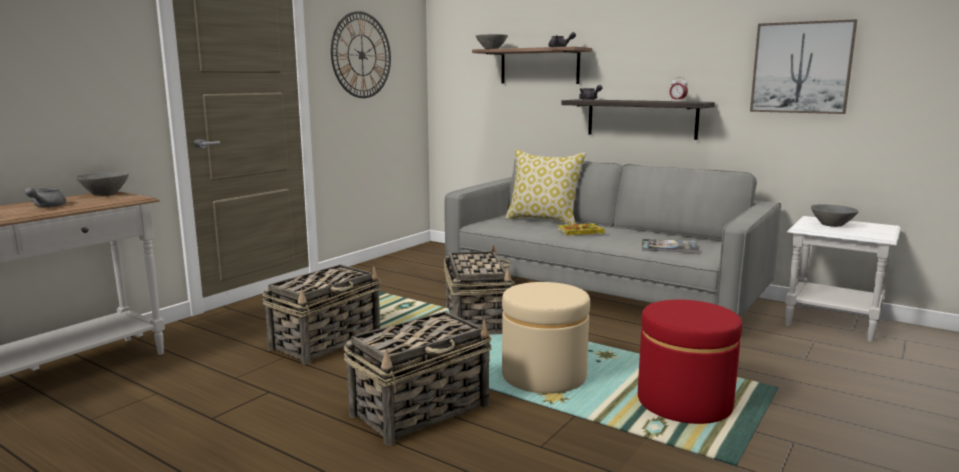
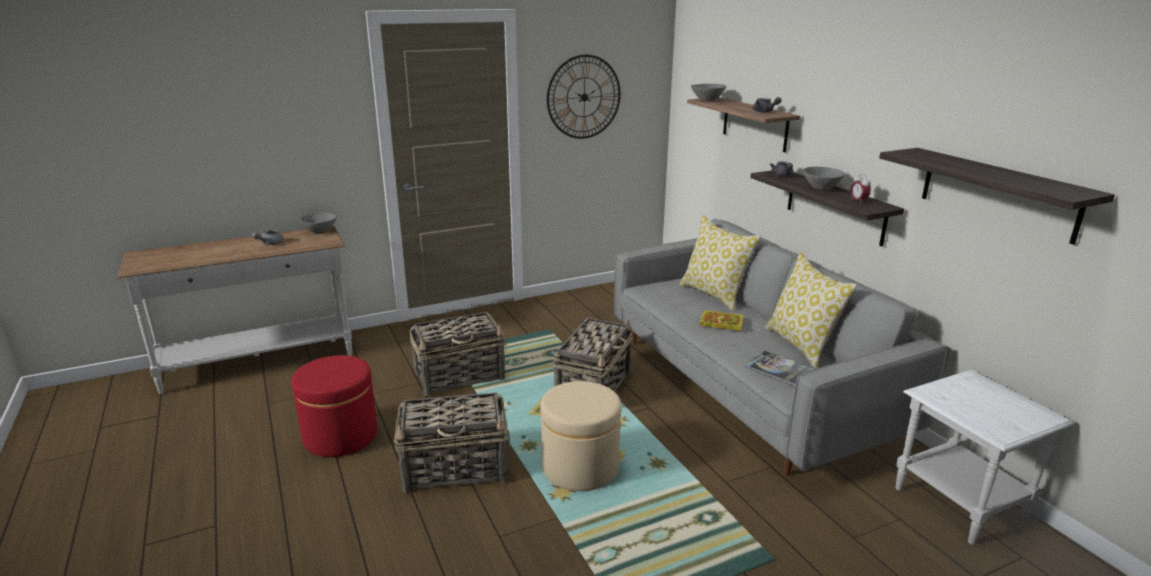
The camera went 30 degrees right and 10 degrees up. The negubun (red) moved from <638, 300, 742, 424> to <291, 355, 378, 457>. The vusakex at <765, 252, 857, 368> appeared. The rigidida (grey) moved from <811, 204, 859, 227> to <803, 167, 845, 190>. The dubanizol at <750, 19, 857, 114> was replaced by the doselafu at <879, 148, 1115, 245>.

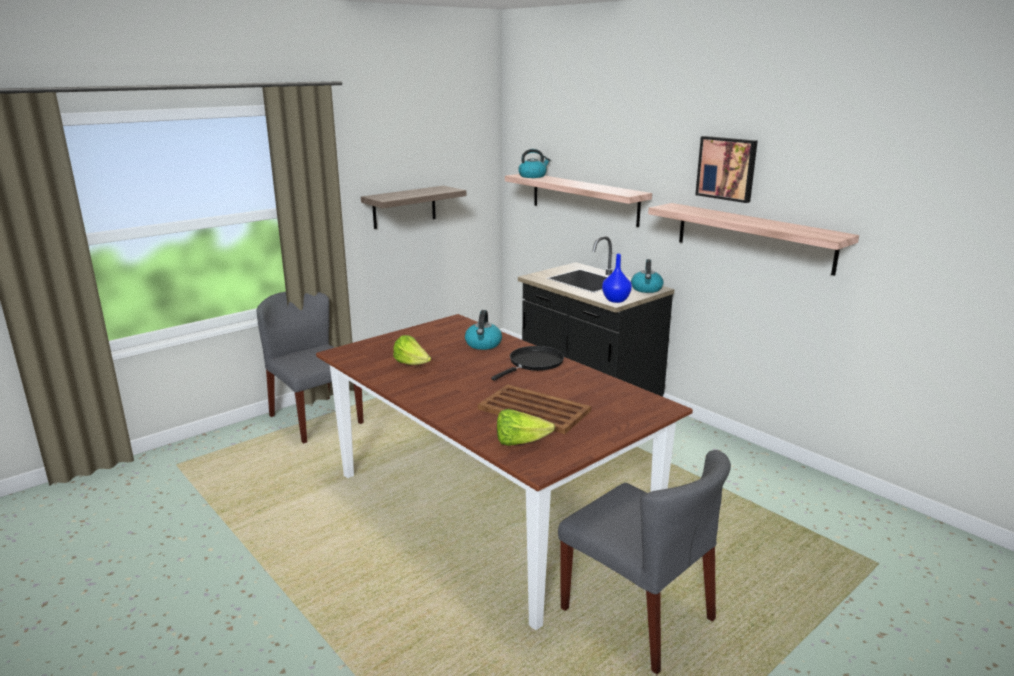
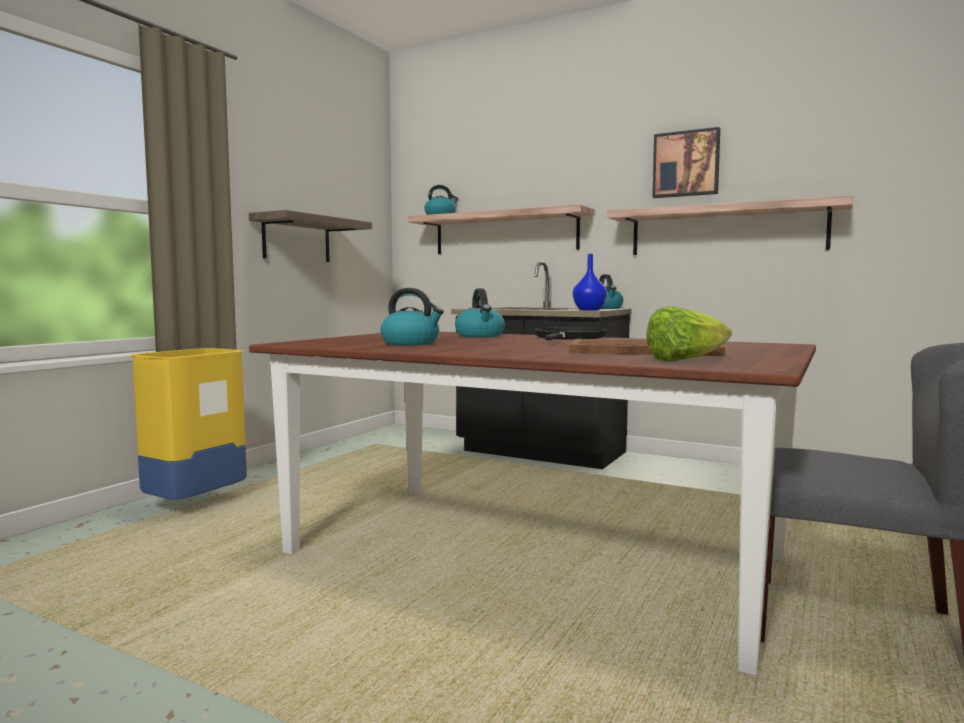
The camera went 20 degrees left and 15 degrees down. The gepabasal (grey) at <256, 292, 364, 444> was replaced by the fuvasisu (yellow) at <130, 348, 247, 500>. The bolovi at <393, 335, 431, 365> was replaced by the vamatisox at <380, 288, 444, 346>.

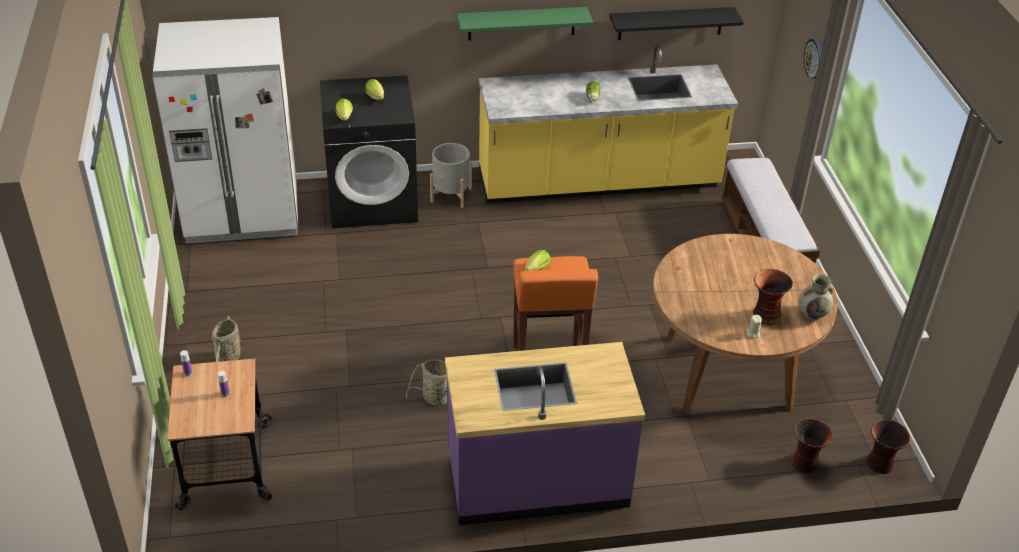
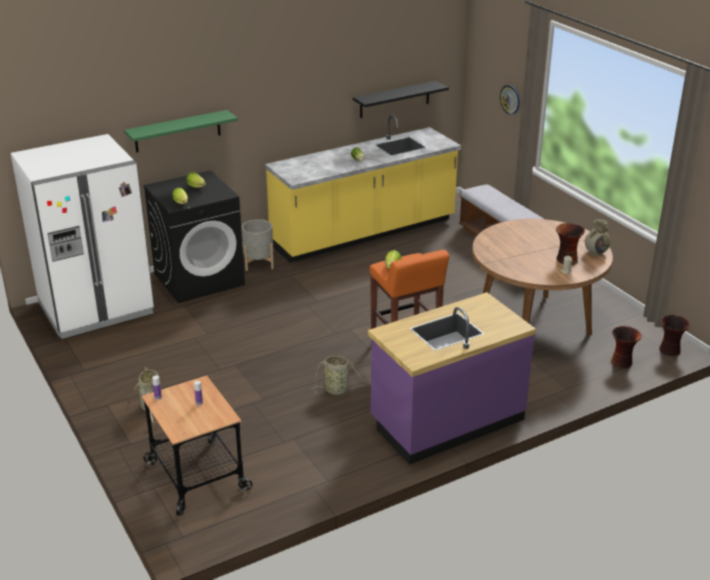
The camera went 20 degrees left and 10 degrees down. The doselafu (green) moved from <457, 7, 593, 41> to <124, 110, 238, 152>.

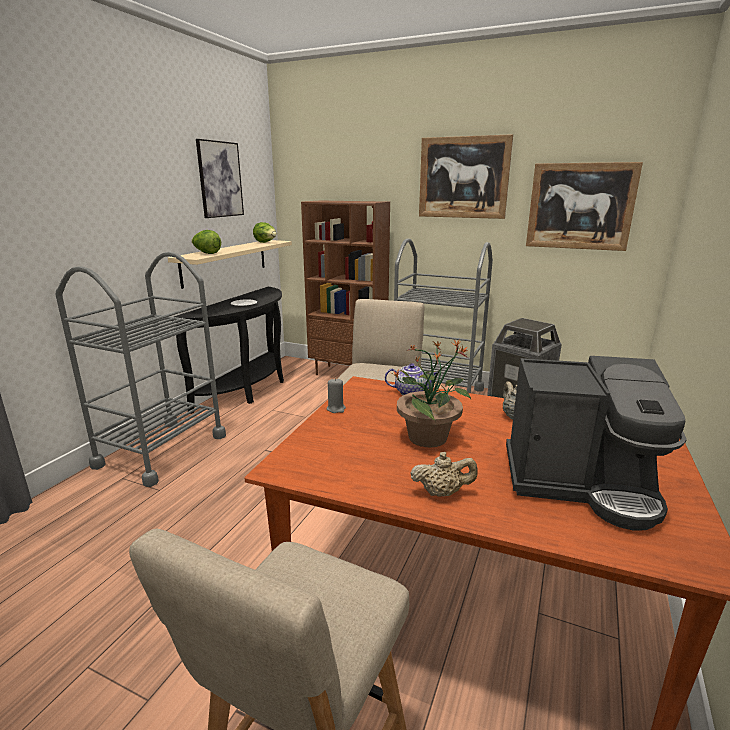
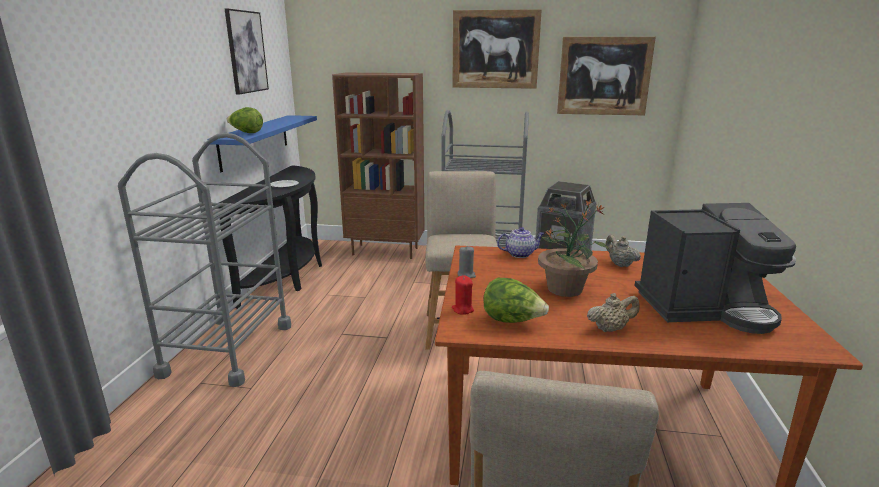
The camera went 15 degrees left and 0 degrees up. The doselafu (beige) at <168, 240, 292, 289> became the doselafu (blue) at <207, 115, 317, 172>. The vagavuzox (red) at <452, 276, 474, 315> appeared. The bolovi moved from <253, 222, 277, 243> to <483, 278, 549, 323>.

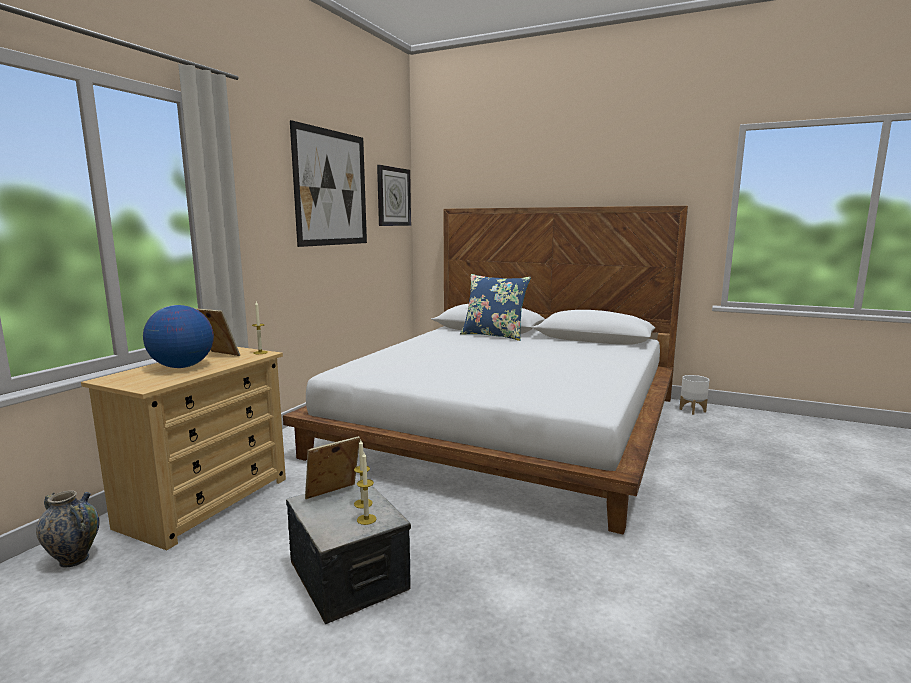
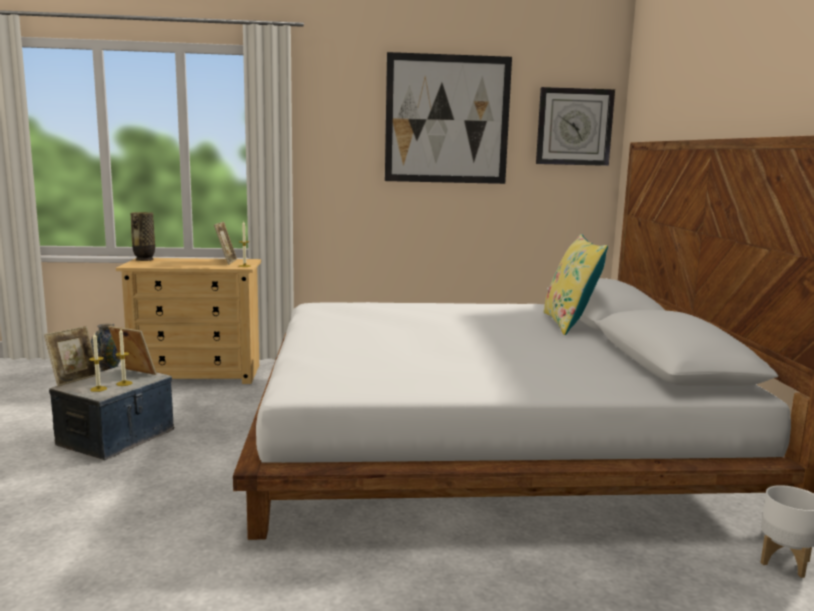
The camera went 60 degrees right and 0 degrees up. The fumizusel at <44, 326, 96, 386> appeared. The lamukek at <131, 212, 155, 261> appeared. The vusakex (blue) at <460, 274, 531, 341> became the vusakex (yellow) at <544, 234, 608, 335>. The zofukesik at <143, 305, 214, 368> disappeared.

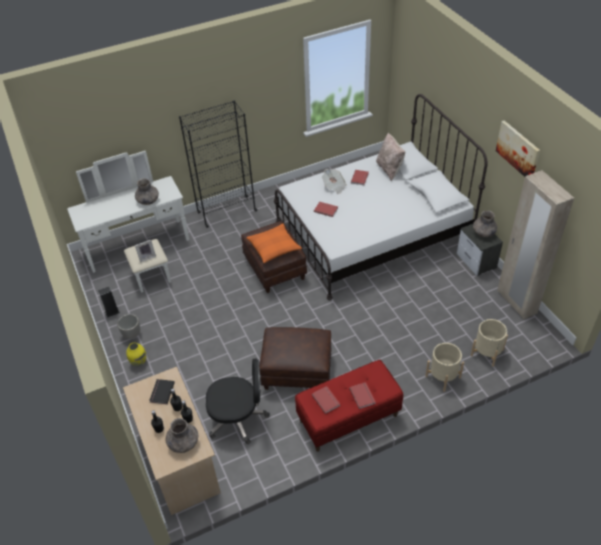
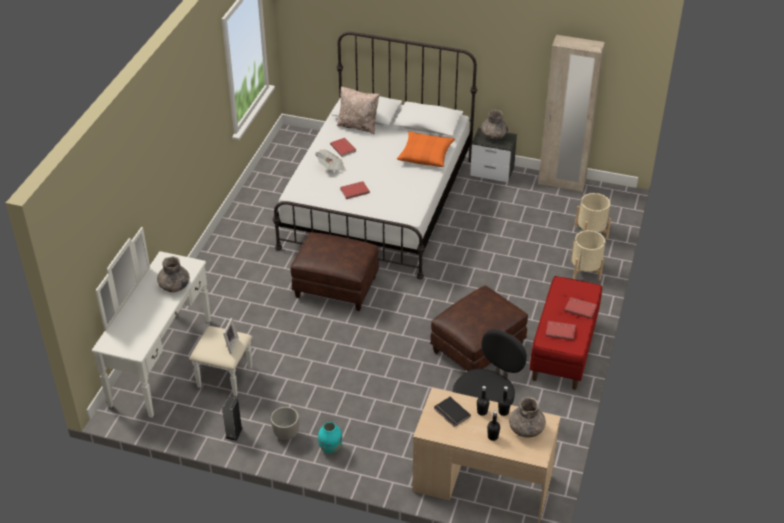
The camera went 50 degrees left and 5 degrees down. The lamukek (yellow) at <126, 343, 146, 367> became the lamukek (turquoise) at <318, 422, 343, 454>. The vusakex (orange) moved from <246, 223, 302, 263> to <397, 131, 455, 167>. The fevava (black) at <179, 100, 257, 228> disappeared. The dubanizol at <496, 120, 540, 177> disappeared.

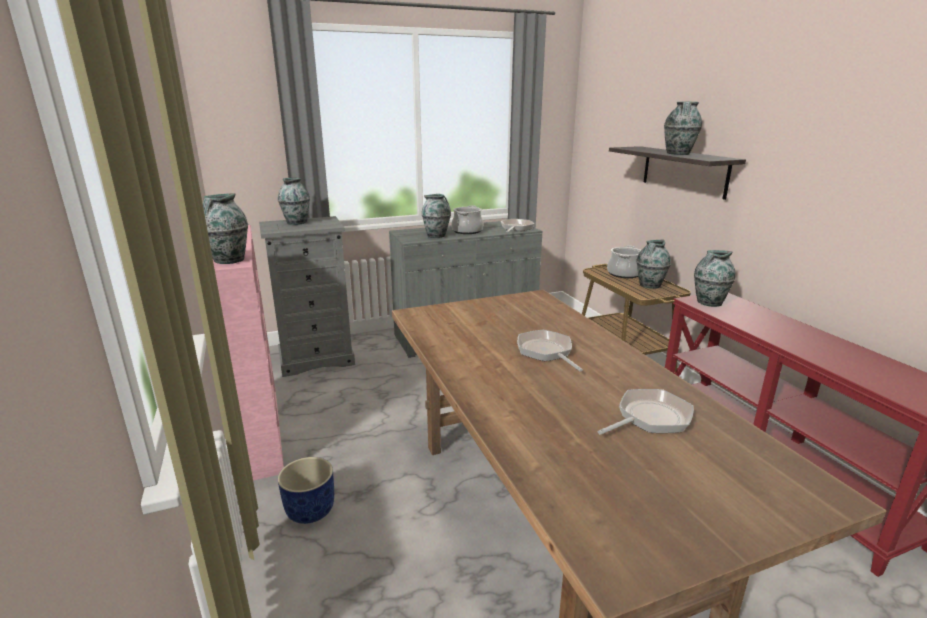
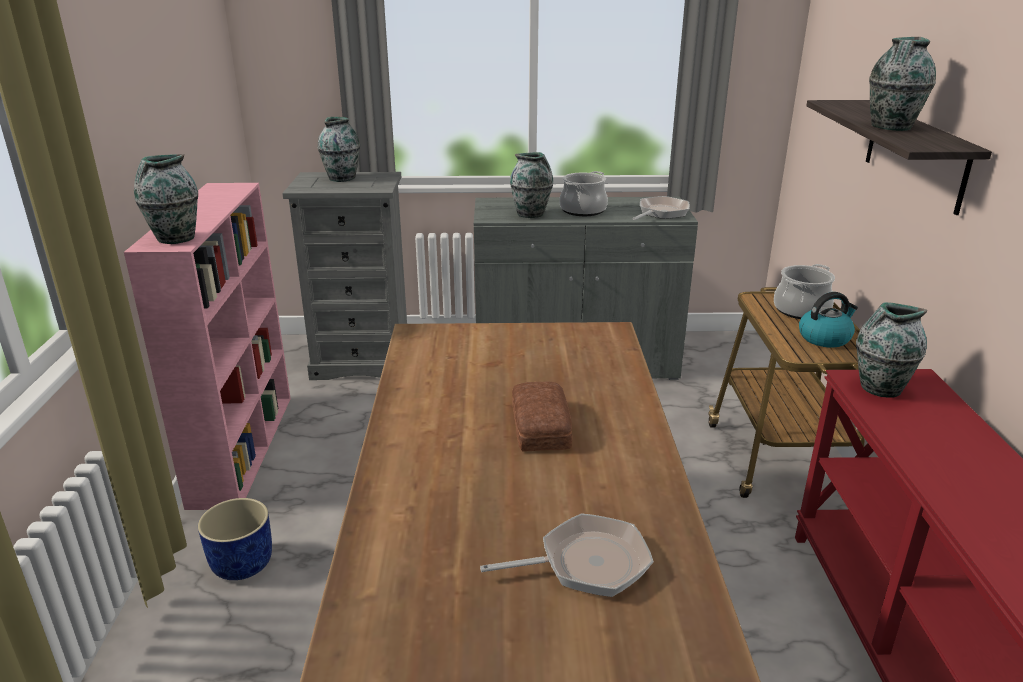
The camera went 20 degrees right and 5 degrees up. The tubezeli at <517, 330, 583, 372> was replaced by the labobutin at <512, 382, 572, 452>. The lamukek at <637, 240, 671, 289> was replaced by the vamatisox at <799, 292, 858, 347>.

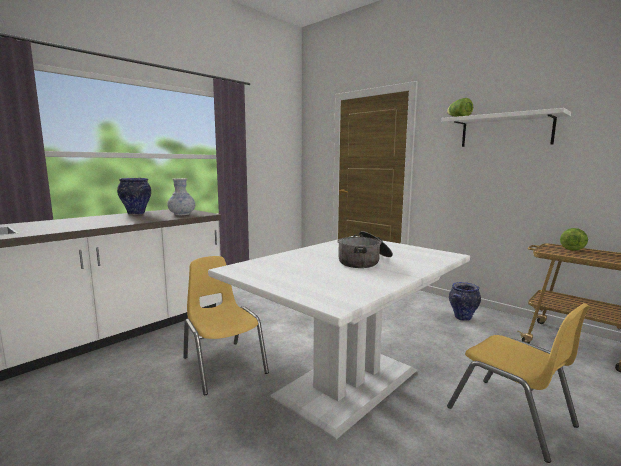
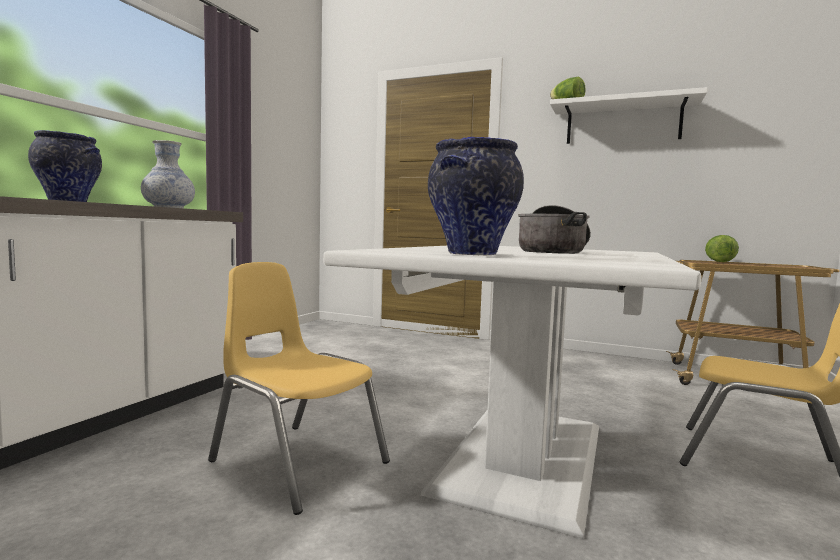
The camera went 20 degrees left and 5 degrees down. The lamukek moved from <449, 282, 481, 321> to <428, 137, 524, 255>.

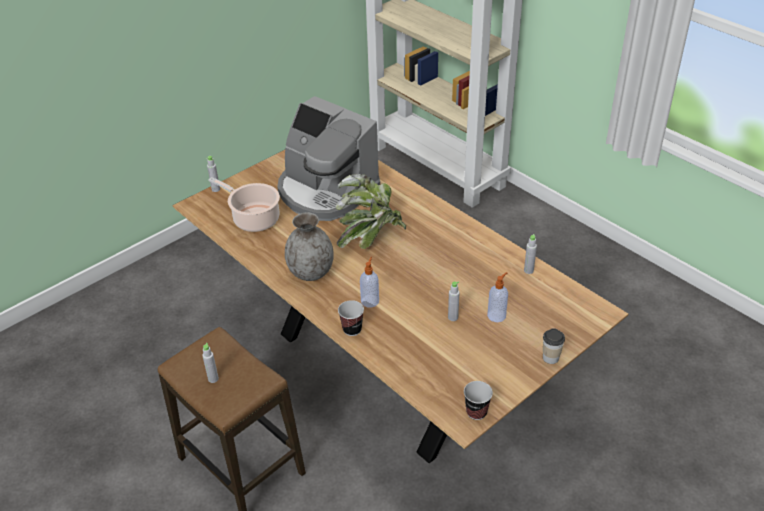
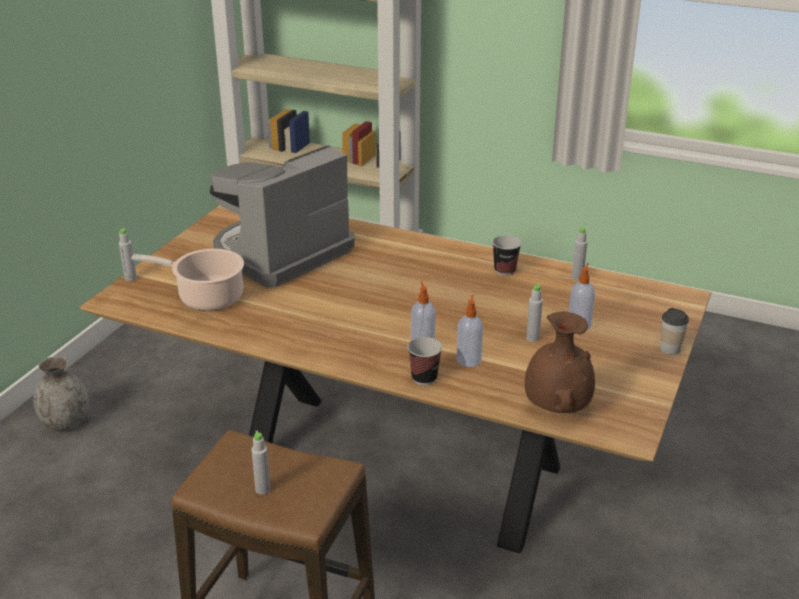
The camera went 25 degrees left and 10 degrees down. The lamukek (grey) moved from <285, 212, 334, 281> to <33, 356, 89, 431>. The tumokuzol at <277, 96, 380, 221> turned 120 degrees clockwise. The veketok at <457, 294, 483, 367> appeared. The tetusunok moved from <464, 381, 493, 420> to <492, 235, 522, 276>. The lamukek (brown) at <525, 311, 595, 413> appeared. The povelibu at <336, 174, 406, 249> disappeared.

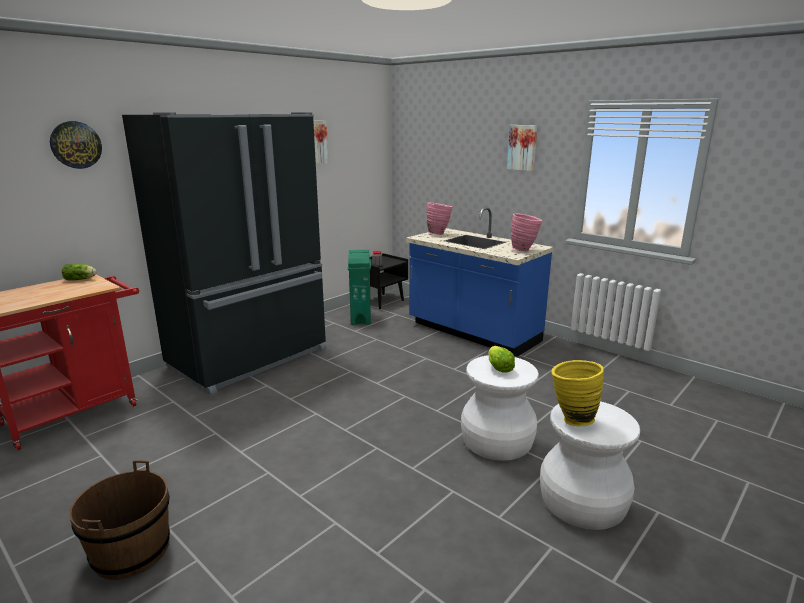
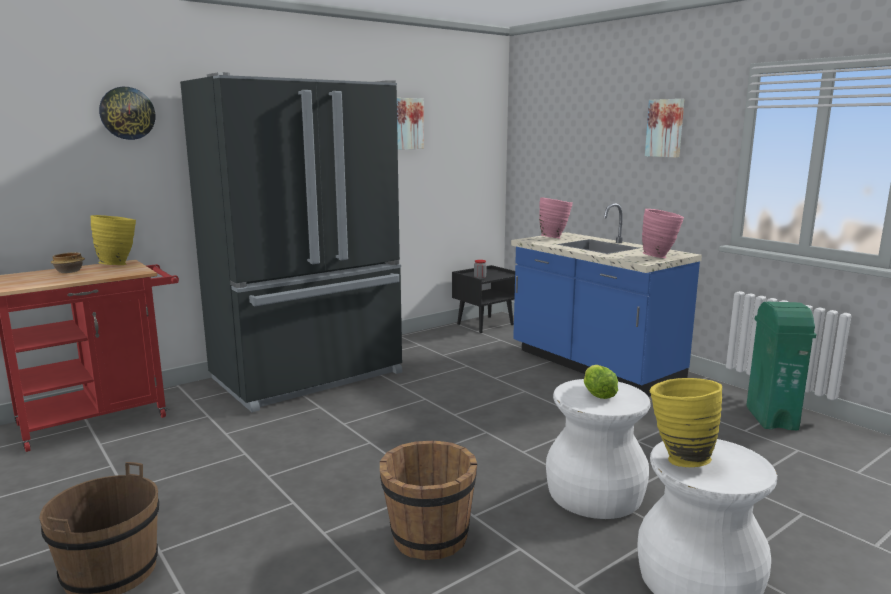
The camera went 10 degrees right and 5 degrees down. The rigidida at <50, 252, 85, 273> appeared. The bolovi at <62, 264, 97, 281> was replaced by the lamukek (yellow) at <91, 215, 136, 265>. The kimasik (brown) at <380, 440, 477, 560> appeared. The fuvasisu (green) moved from <348, 250, 371, 325> to <746, 302, 817, 430>.

